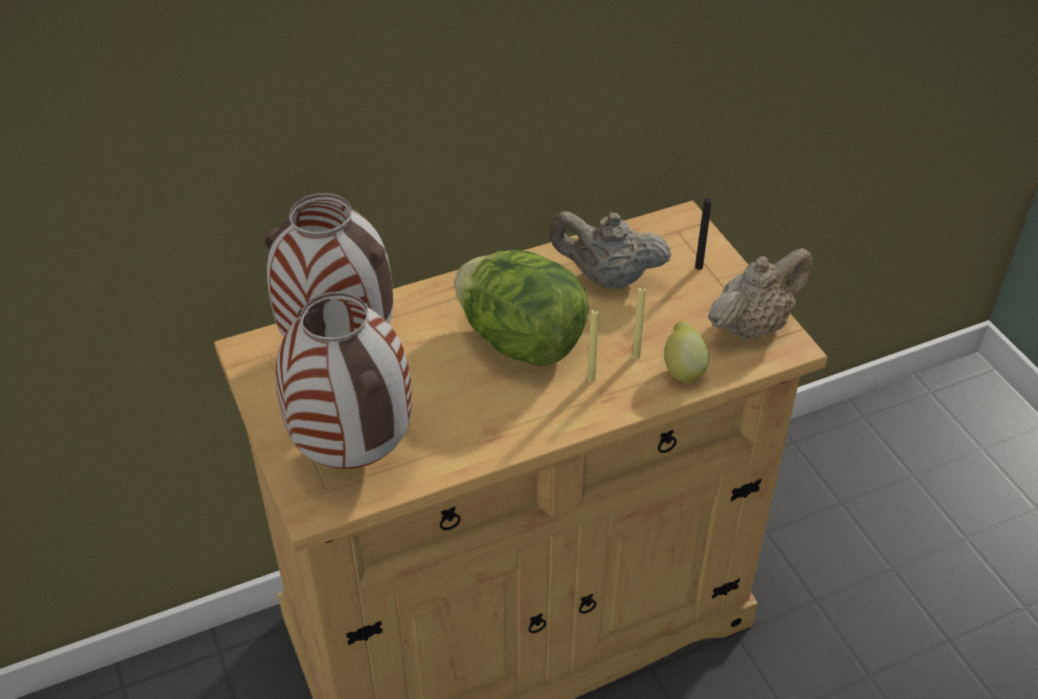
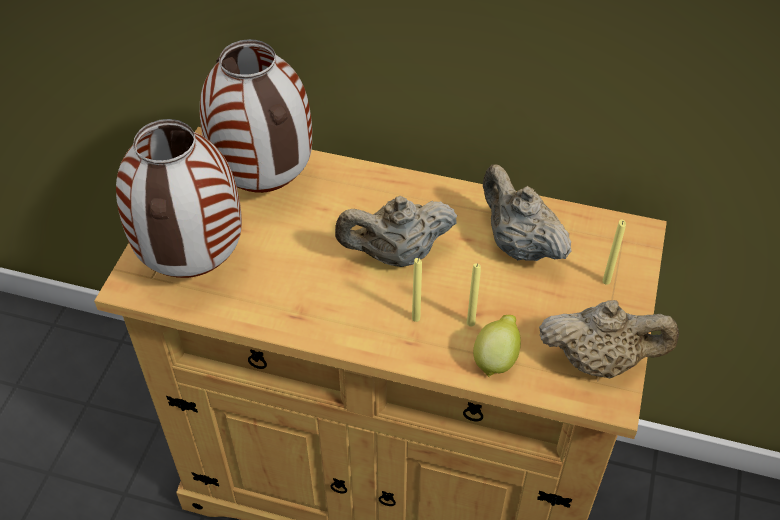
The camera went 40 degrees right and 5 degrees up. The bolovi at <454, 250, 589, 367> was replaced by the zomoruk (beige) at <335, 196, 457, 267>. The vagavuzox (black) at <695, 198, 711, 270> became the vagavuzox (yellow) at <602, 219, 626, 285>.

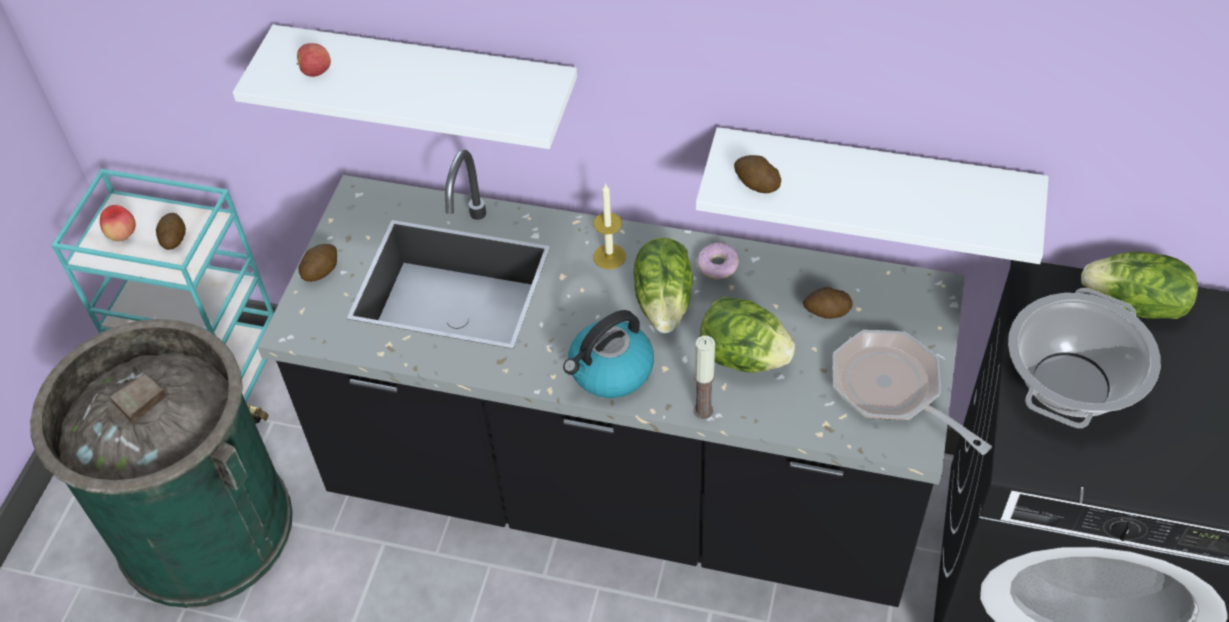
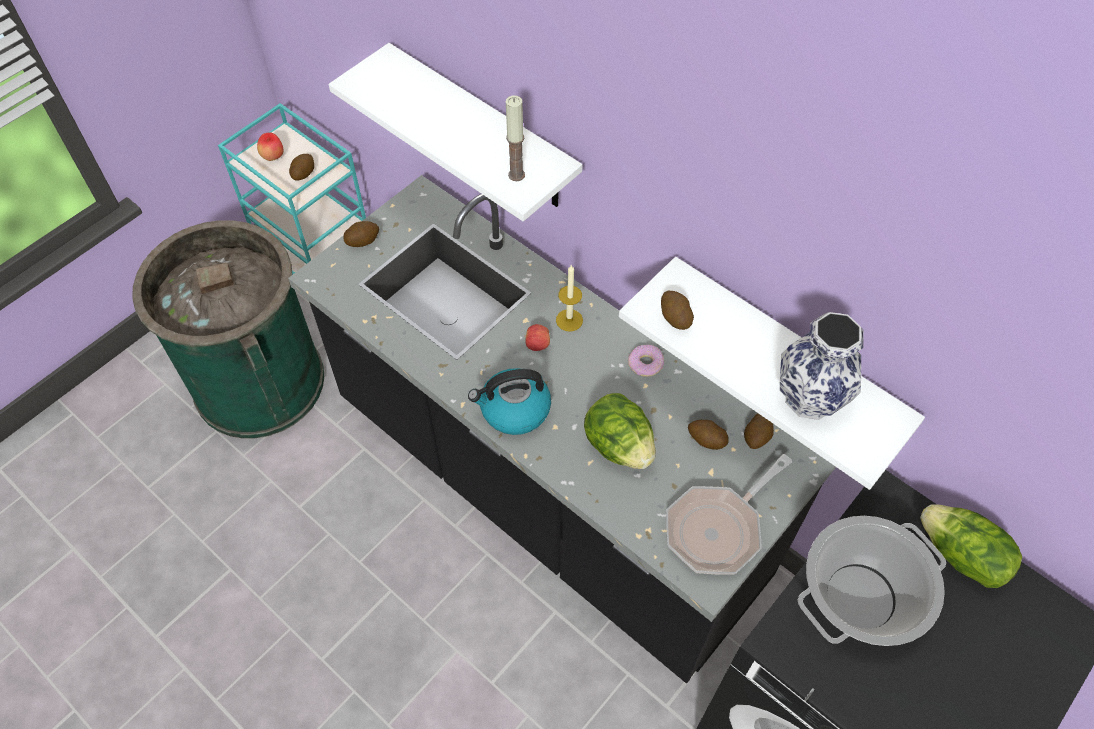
The camera went 25 degrees right and 5 degrees up. The vagavuzox moved from <694, 336, 715, 419> to <506, 96, 525, 181>. The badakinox moved from <297, 43, 331, 77> to <525, 324, 550, 351>. The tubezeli at <833, 330, 992, 455> turned 120 degrees counterclockwise. The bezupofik at <744, 414, 774, 449> appeared. The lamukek at <780, 312, 864, 420> appeared. The bolovi at <634, 238, 693, 333> disappeared.

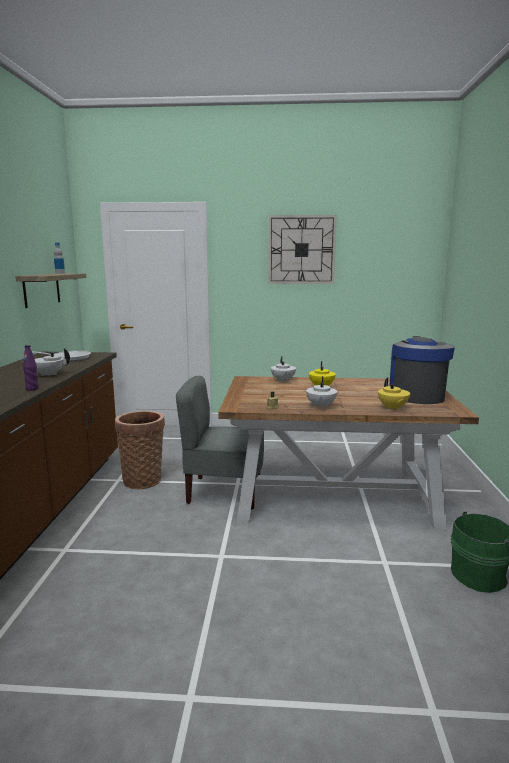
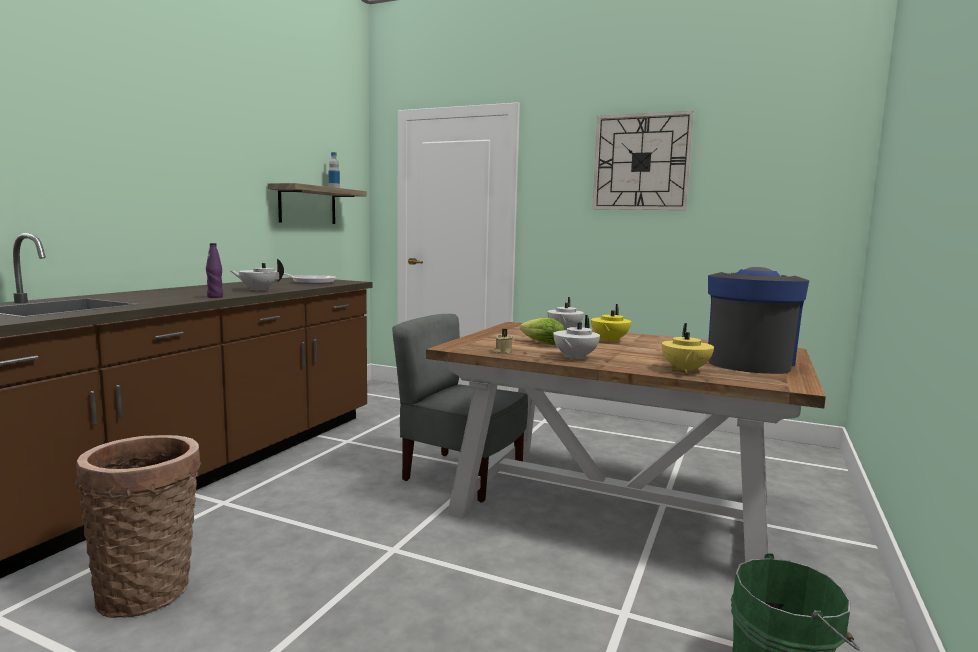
The camera went 20 degrees right and 5 degrees down. The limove moved from <115, 411, 165, 489> to <75, 435, 201, 618>. The bolovi at <520, 318, 565, 345> appeared.

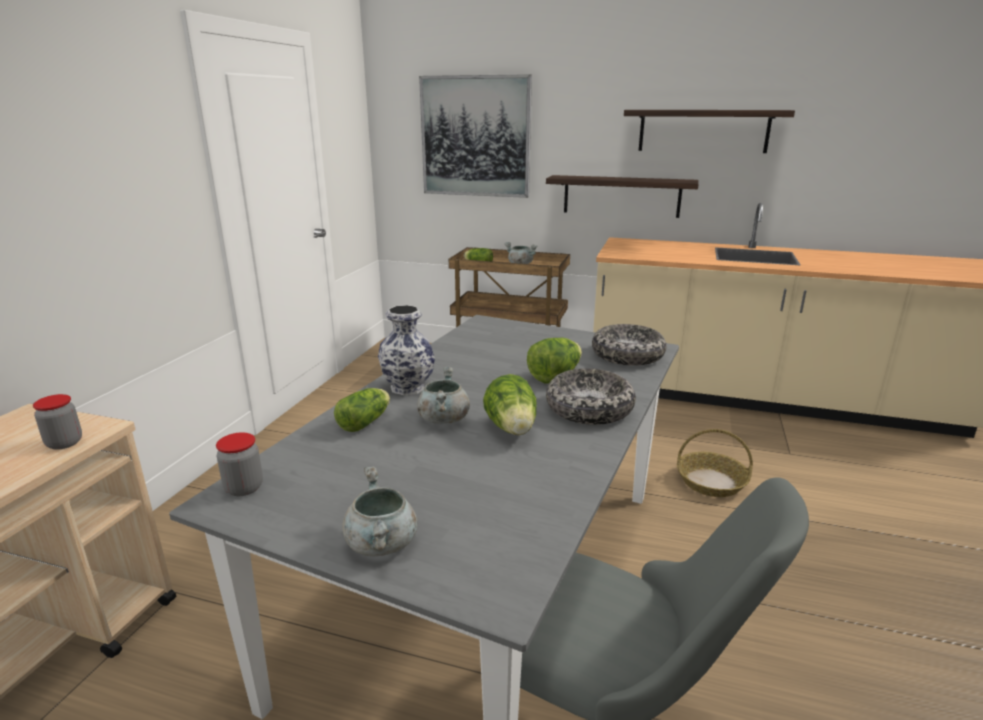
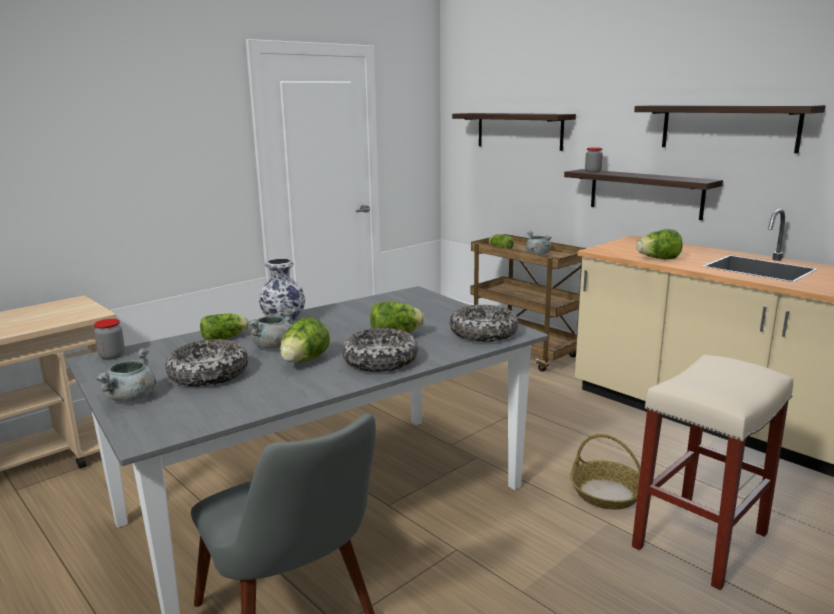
The camera went 30 degrees right and 5 degrees down. The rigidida at <165, 339, 248, 387> appeared. The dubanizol at <419, 74, 532, 198> was replaced by the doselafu at <452, 113, 576, 151>. The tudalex moved from <33, 394, 82, 450> to <585, 147, 603, 173>. The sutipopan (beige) at <632, 355, 793, 590> appeared. The bolovi at <636, 229, 683, 260> appeared.

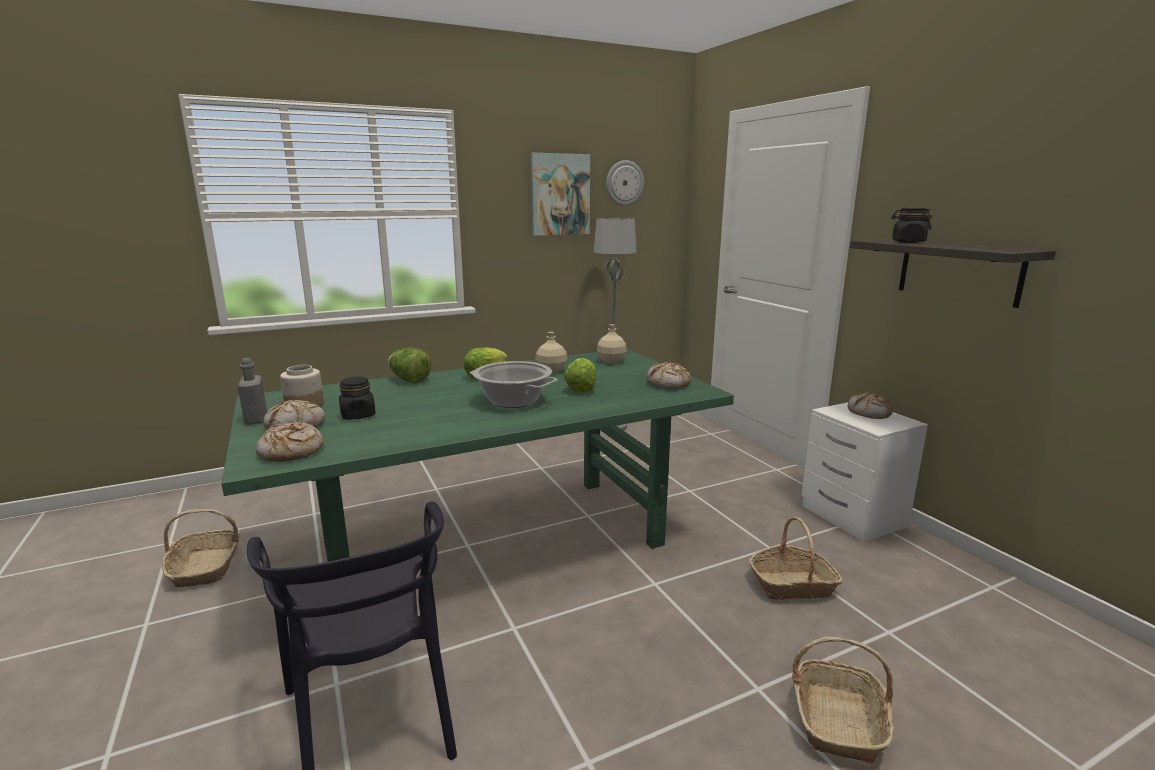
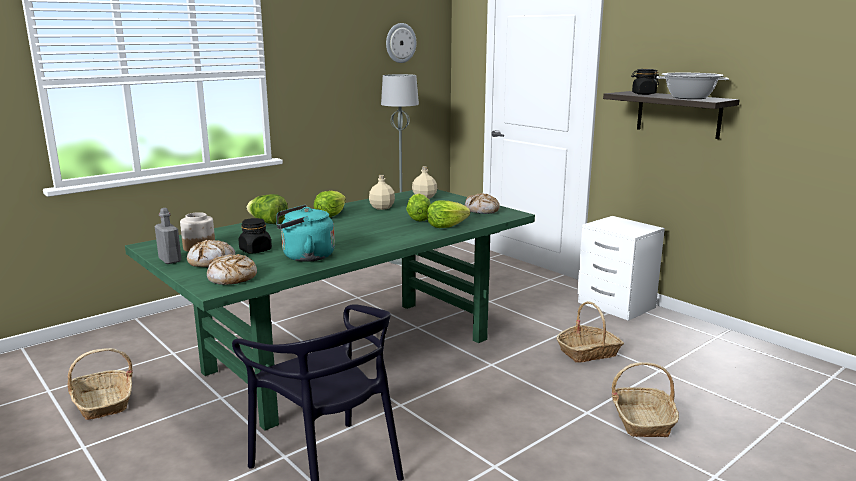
The camera went 15 degrees left and 0 degrees up. The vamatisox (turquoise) at <276, 205, 335, 262> appeared. The bolovi at <427, 200, 470, 228> appeared. The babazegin moved from <470, 361, 558, 408> to <657, 73, 729, 99>. The dubanizol at <530, 153, 590, 236> disappeared. The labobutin at <848, 393, 893, 419> disappeared.

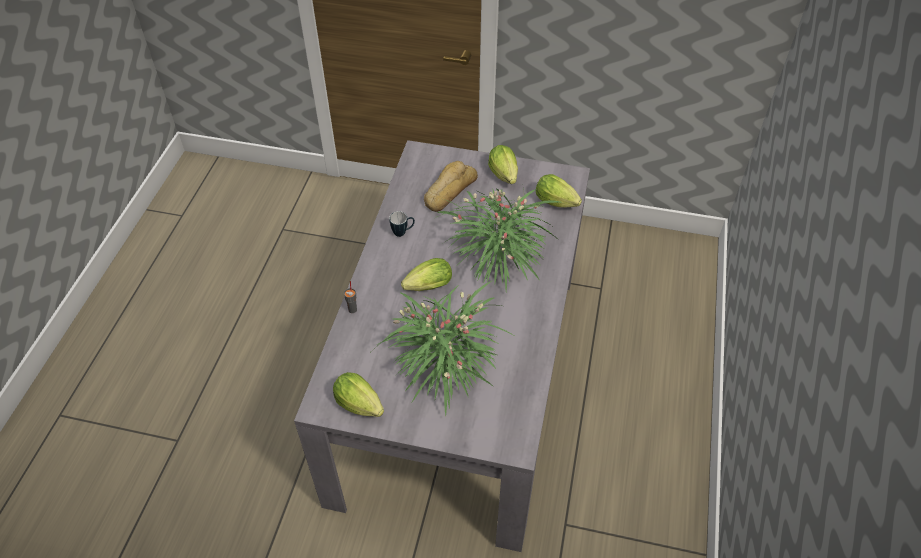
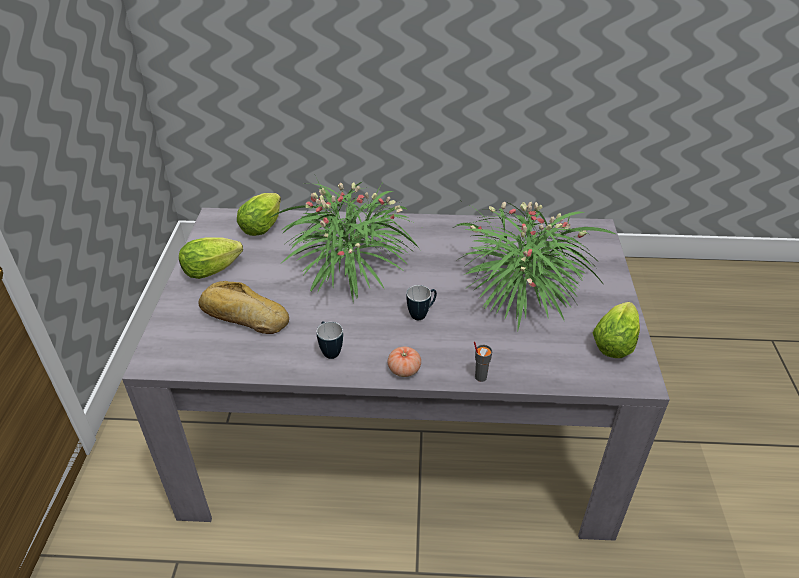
The camera went 100 degrees left and 10 degrees down. The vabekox at <388, 346, 421, 377> appeared. The bolovi at <401, 258, 452, 291> was replaced by the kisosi at <406, 285, 437, 320>.

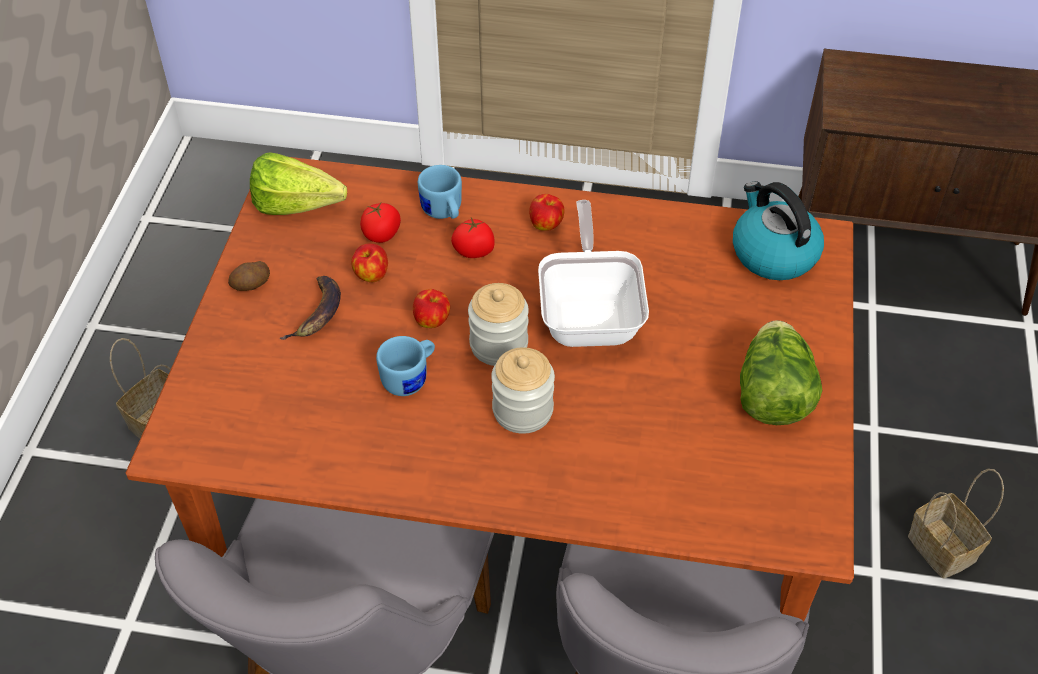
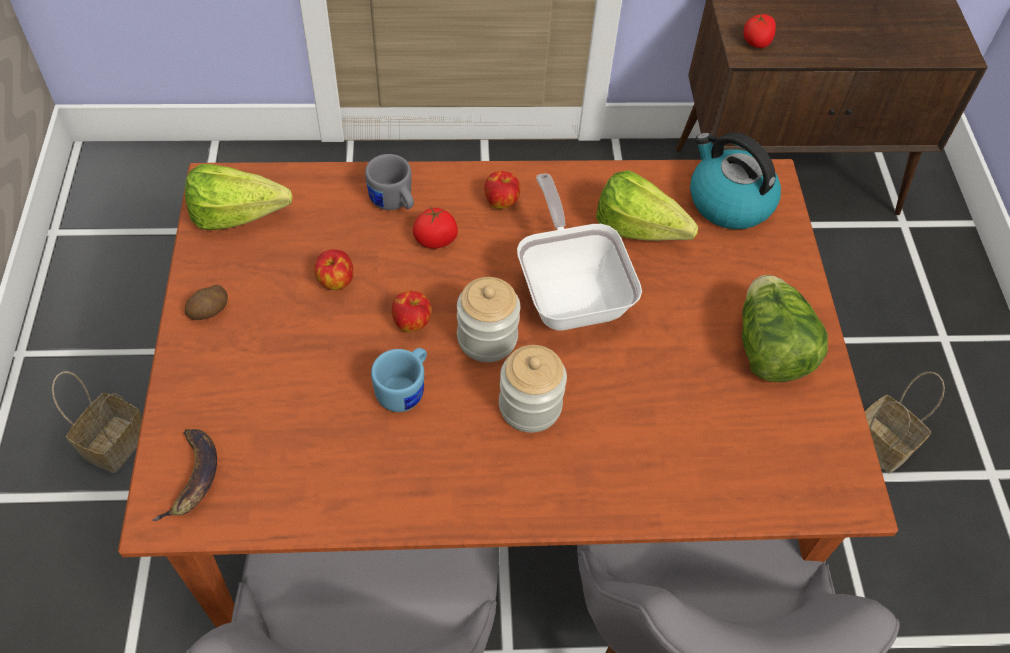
The camera went 15 degrees left and 5 degrees up. The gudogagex moved from <280, 276, 341, 340> to <151, 429, 217, 521>. The kisosi (blue) at <418, 165, 462, 219> became the kisosi (grey) at <365, 154, 414, 210>. The bolovi at <596, 170, 698, 241> appeared. The vabekox moved from <360, 203, 401, 243> to <743, 13, 776, 48>.

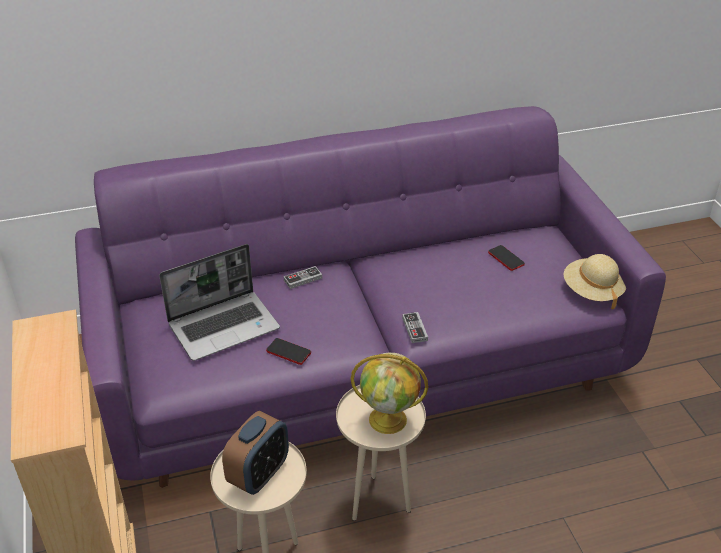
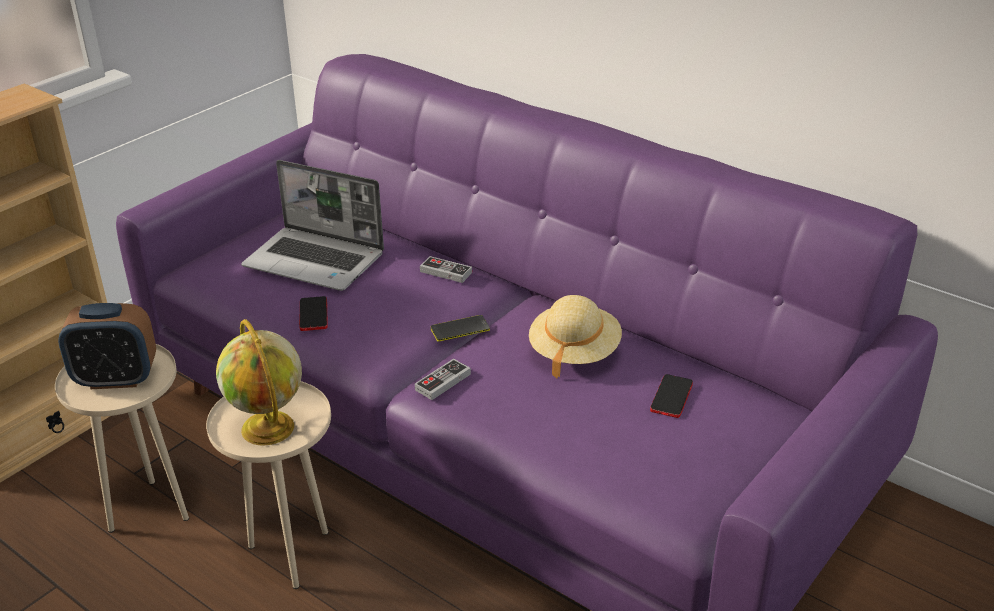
The camera went 55 degrees right and 5 degrees down. The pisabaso at <431, 315, 490, 342> appeared. The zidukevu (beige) moved from <564, 254, 626, 309> to <529, 295, 622, 379>.

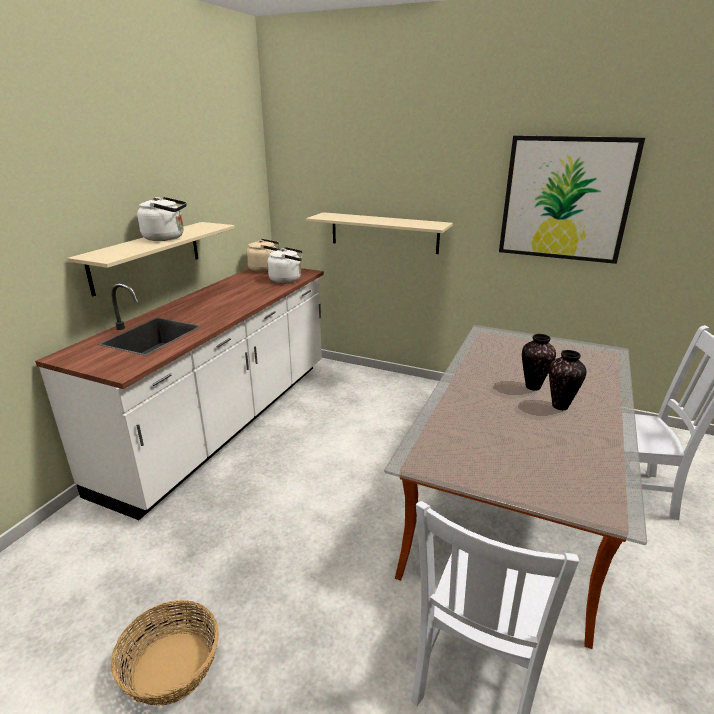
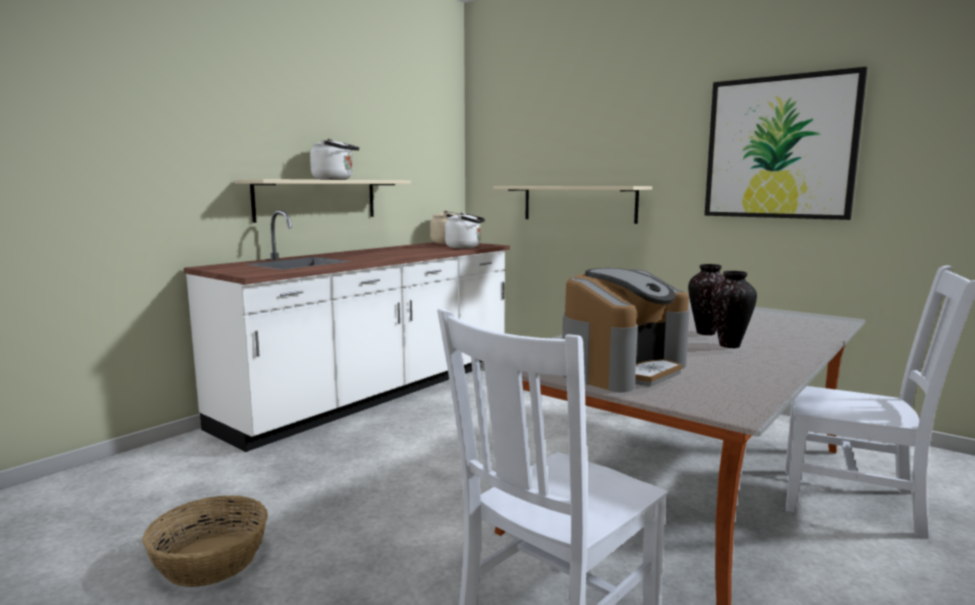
The camera went 15 degrees right and 15 degrees down. The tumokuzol at <562, 268, 690, 392> appeared.

